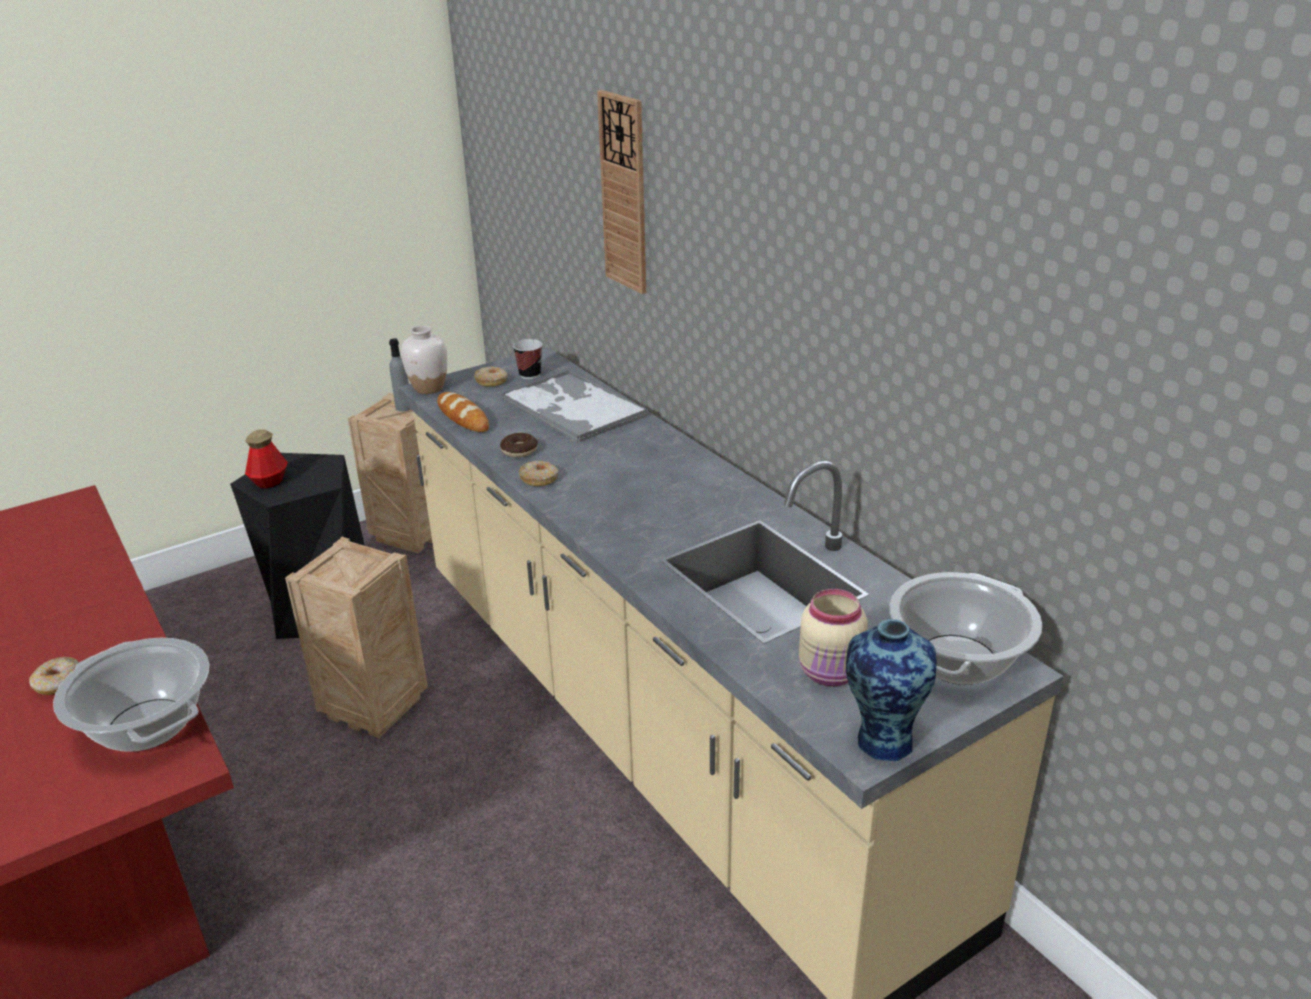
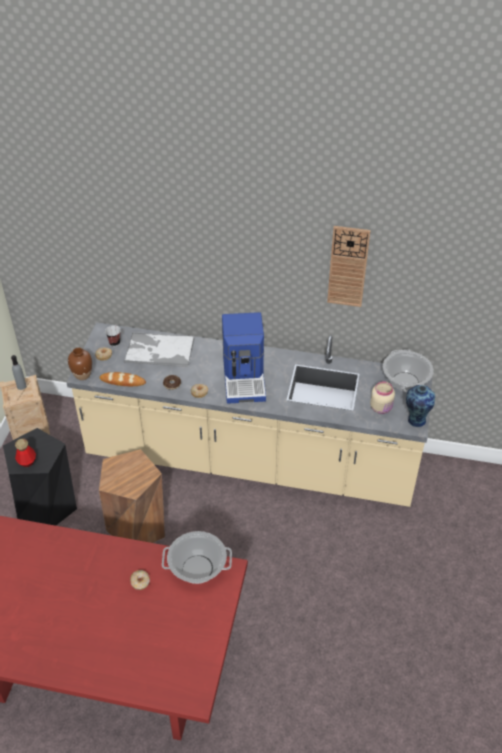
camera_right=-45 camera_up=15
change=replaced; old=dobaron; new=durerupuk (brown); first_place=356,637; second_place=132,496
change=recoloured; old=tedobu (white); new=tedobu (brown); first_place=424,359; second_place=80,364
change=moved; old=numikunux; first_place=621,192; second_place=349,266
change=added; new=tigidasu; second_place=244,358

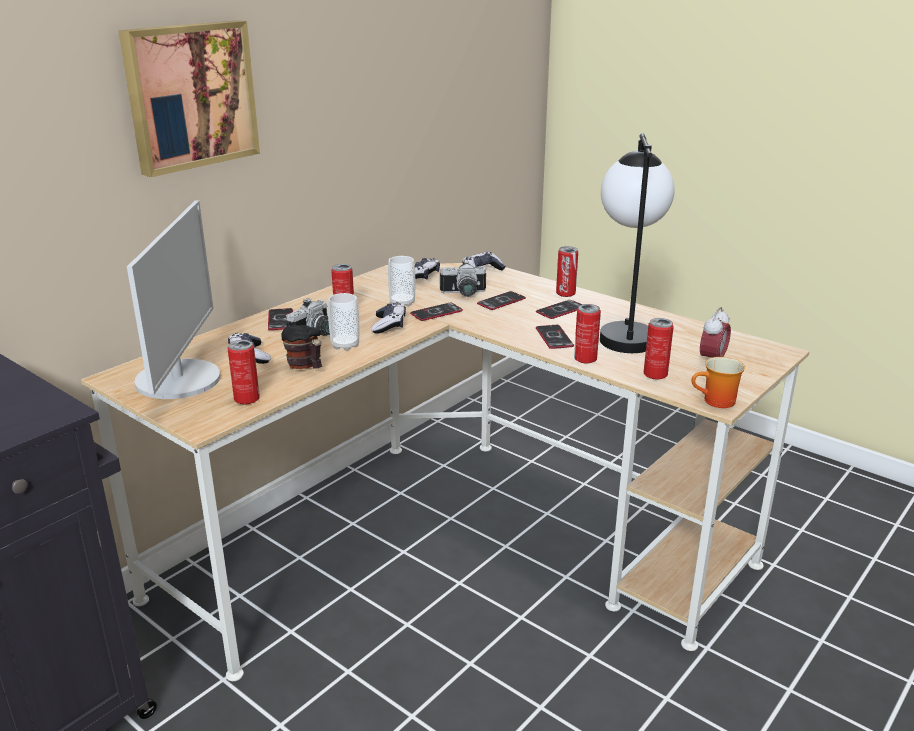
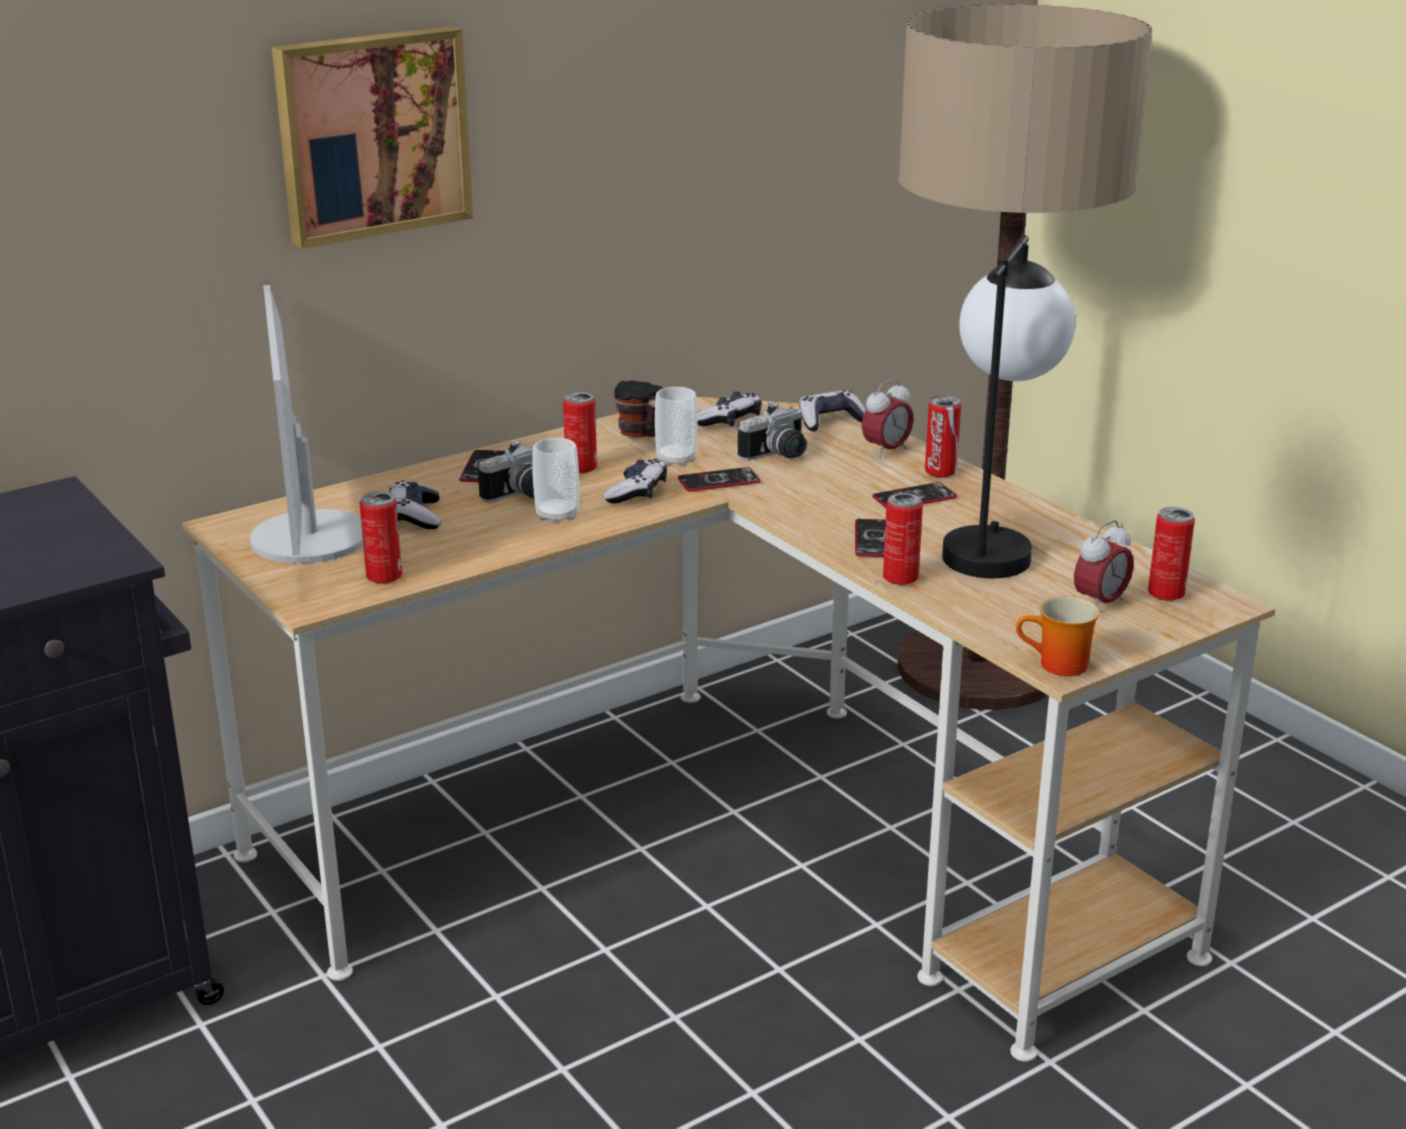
camera_right=15 camera_up=0
change=turned; old=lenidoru; first_place=173,300; second_place=306,424; degrees=150
change=moved; old=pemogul; first_place=301,347; second_place=638,408
change=turned; old=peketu; first_place=463,278; second_place=772,431; degrees=-45
change=removed; old=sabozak; first_place=501,300
change=moved; old=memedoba; first_place=659,348; second_place=1171,554
change=added; new=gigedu; second_place=888,419
change=added; new=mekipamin; second_place=1024,357

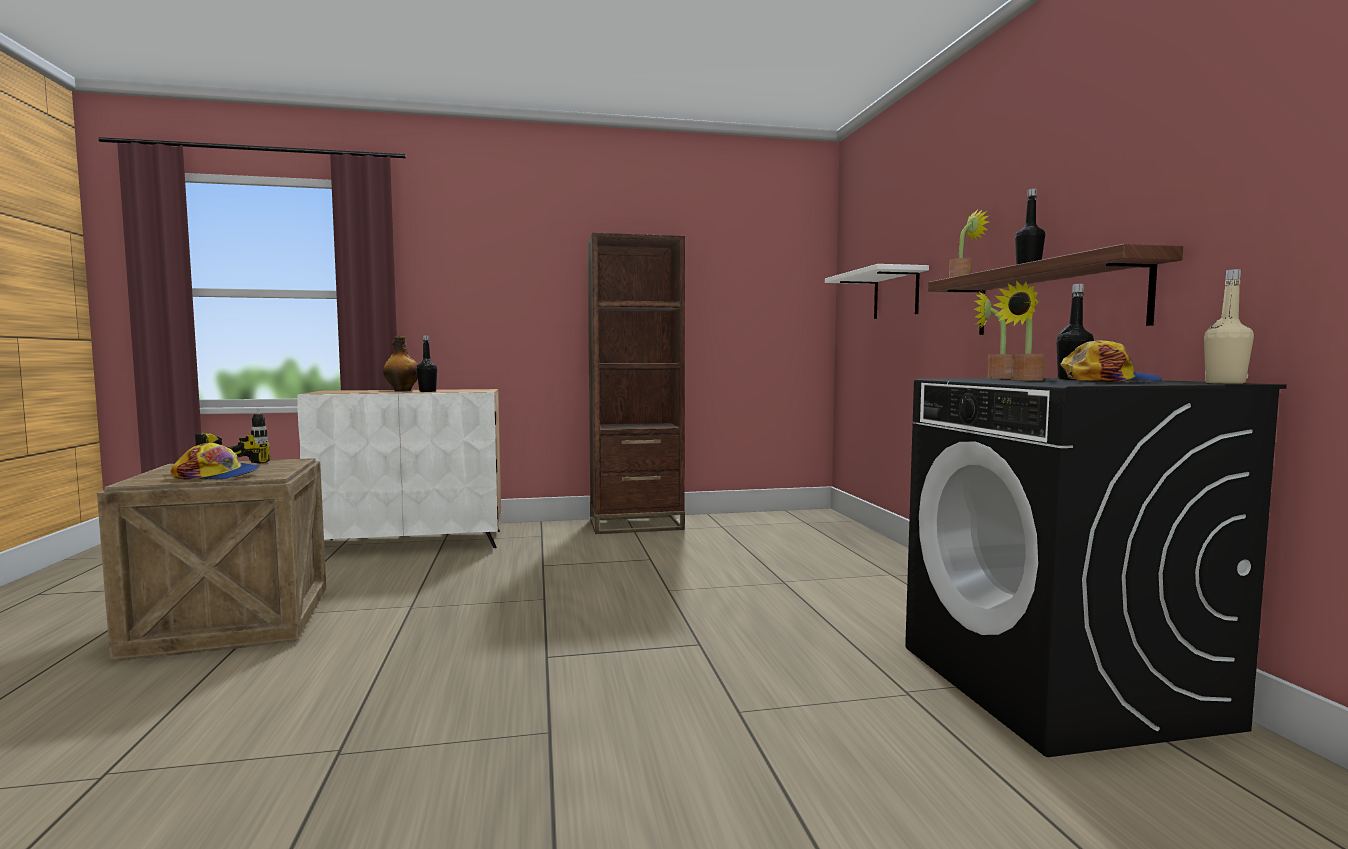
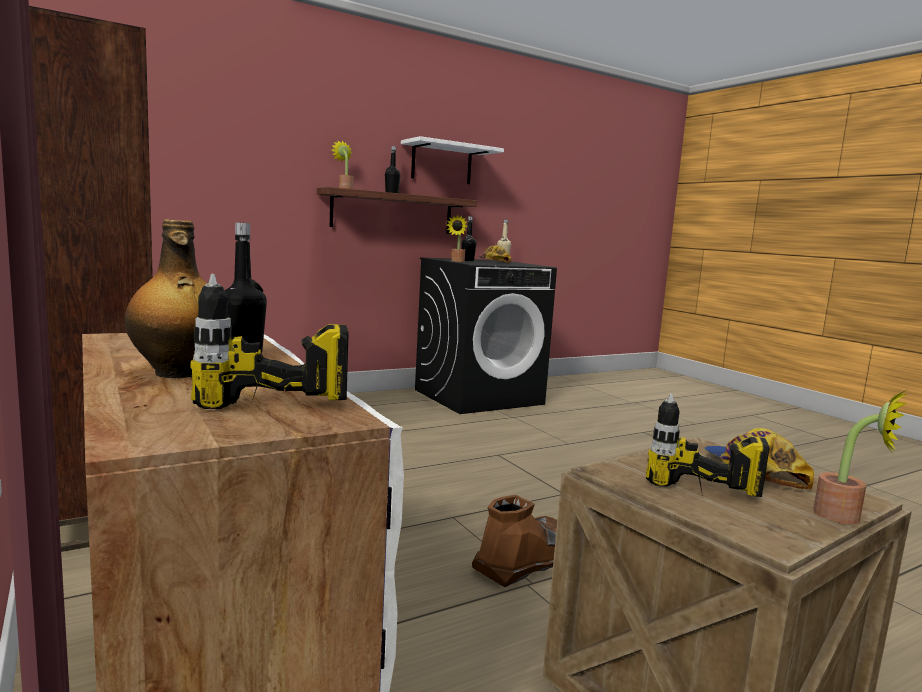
camera_right=-110 camera_up=5
change=moved; old=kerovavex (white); first_place=877,291; second_place=452,160
change=moved; old=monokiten; first_place=1019,330; second_place=860,456
change=added; new=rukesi; second_place=269,341
change=added; new=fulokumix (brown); second_place=514,541

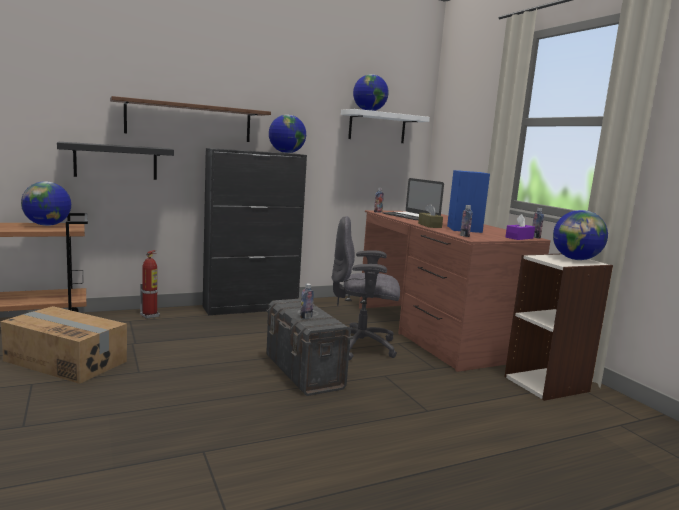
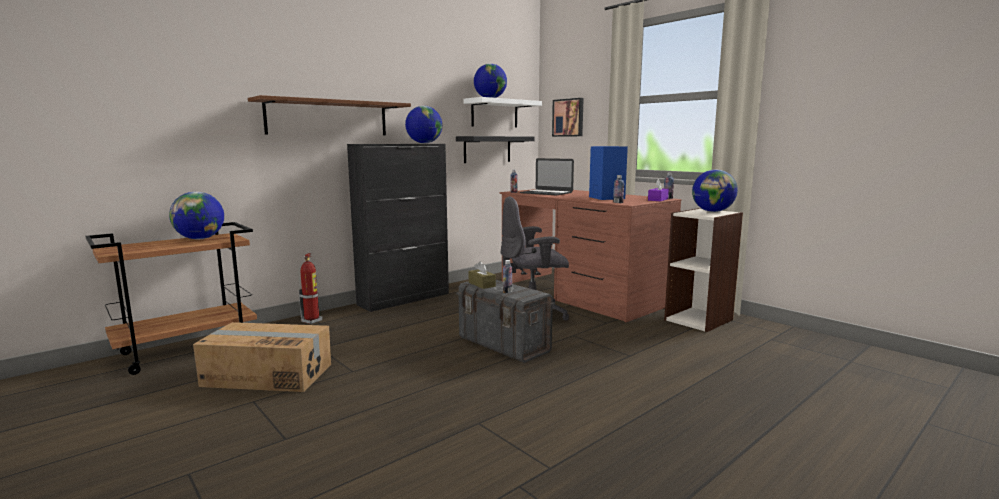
camera_right=-15 camera_up=0
change=moved; old=kerovavex (black); first_place=115,161; second_place=495,149
change=moved; old=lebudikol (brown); first_place=430,216; second_place=482,275
change=added; new=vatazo; second_place=568,117

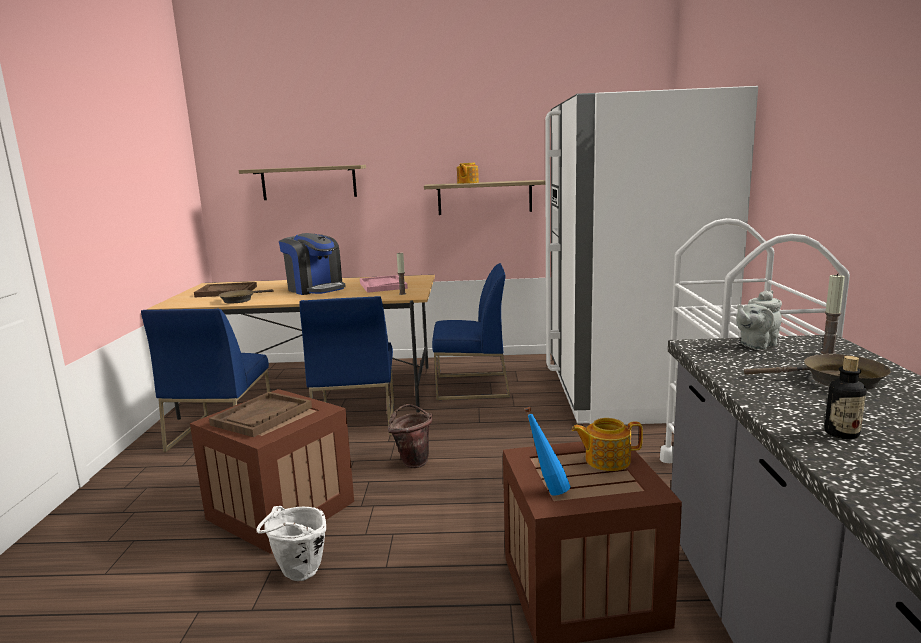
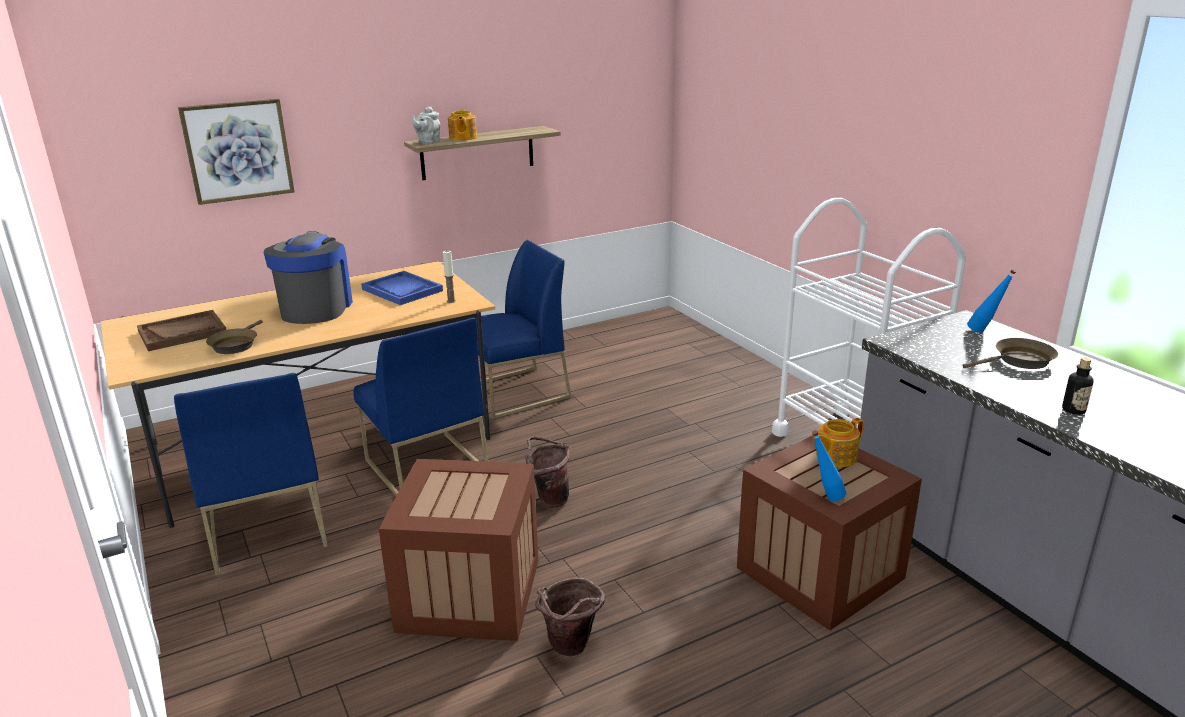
camera_right=-30 camera_up=10
change=removed; old=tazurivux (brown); first_place=260,414
change=replaced; old=kerovavex; new=vatazo; first_place=302,182; second_place=236,152
change=recoloured; old=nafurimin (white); new=nafurimin (brown); first_place=291,543; second_place=570,616
change=turned; old=tigidasu; first_place=312,264; second_place=308,277; degrees=-105
change=recoloured; old=tazurivux (pink); new=tazurivux (blue); first_place=384,284; second_place=402,288
change=removed; old=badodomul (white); first_place=651,255
change=moved; old=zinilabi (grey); first_place=759,320; second_place=426,125
change=replaced; old=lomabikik; new=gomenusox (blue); first_place=832,313; second_place=992,301

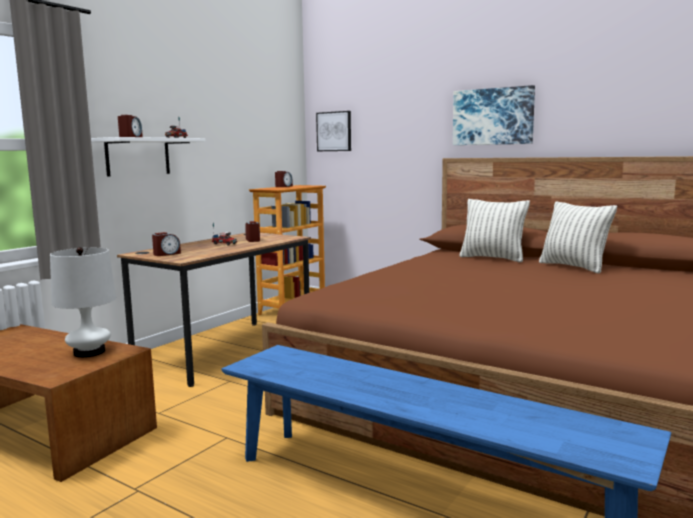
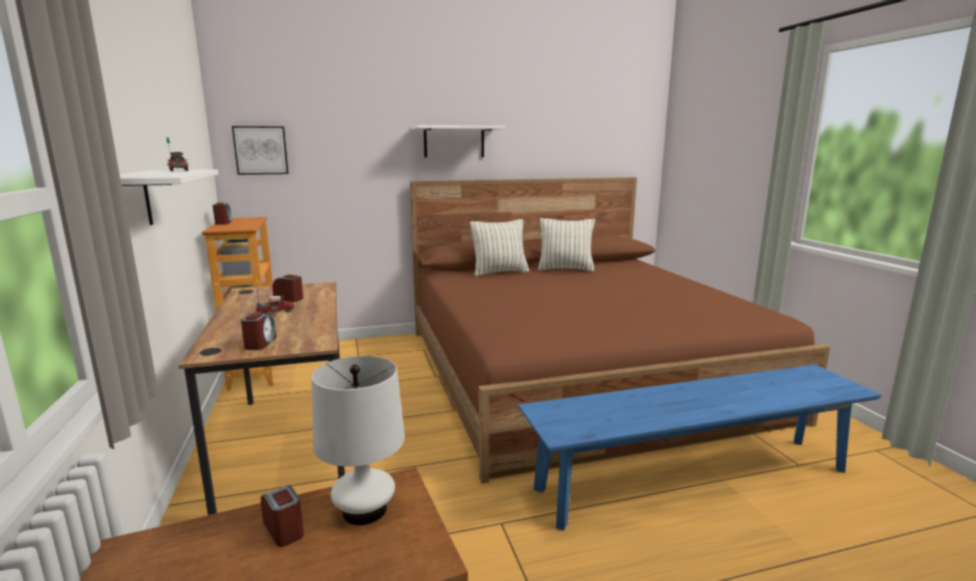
camera_right=-50 camera_up=5
change=moved; old=gigedu; first_place=130,126; second_place=282,516
change=replaced; old=vatazo; new=kerovavex (white); first_place=494,115; second_place=458,141

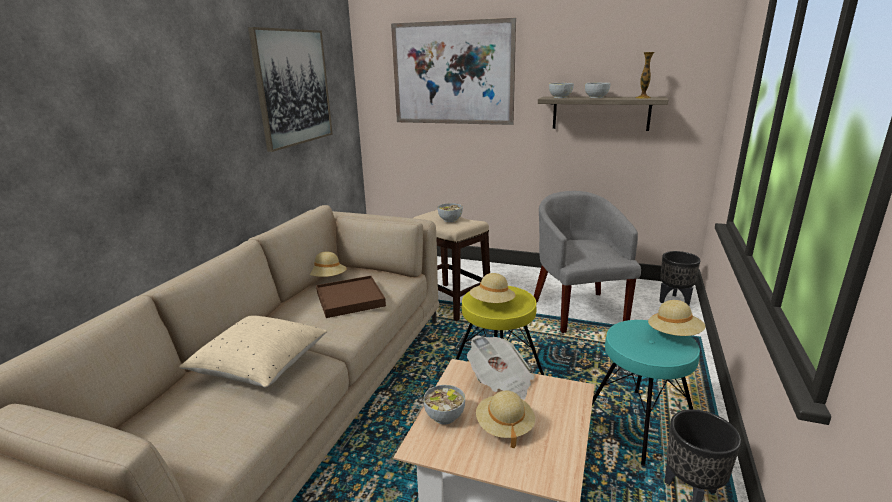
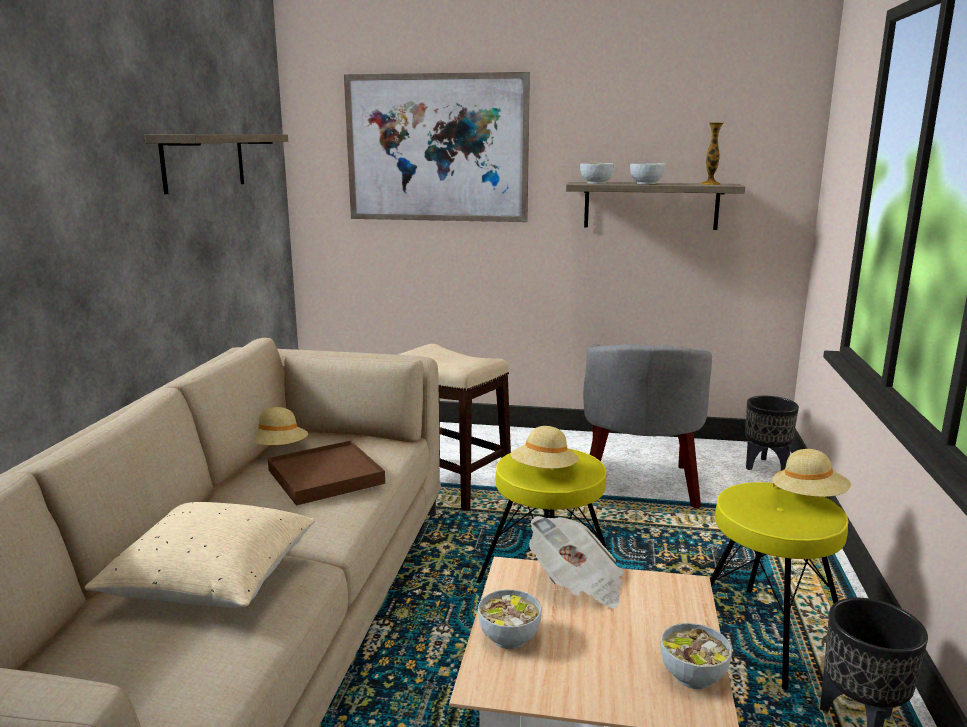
camera_right=-10 camera_up=-5
change=replaced; old=vatazo; new=kerovavex; first_place=290,89; second_place=216,164
change=moved; old=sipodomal; first_place=450,212; second_place=696,656
change=removed; old=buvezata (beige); first_place=505,419
change=turned; old=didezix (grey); first_place=587,262; second_place=647,426; degrees=-150
change=recoloured; old=durerupuk (turquoise); new=durerupuk (yellow); first_place=646,393; second_place=779,586

